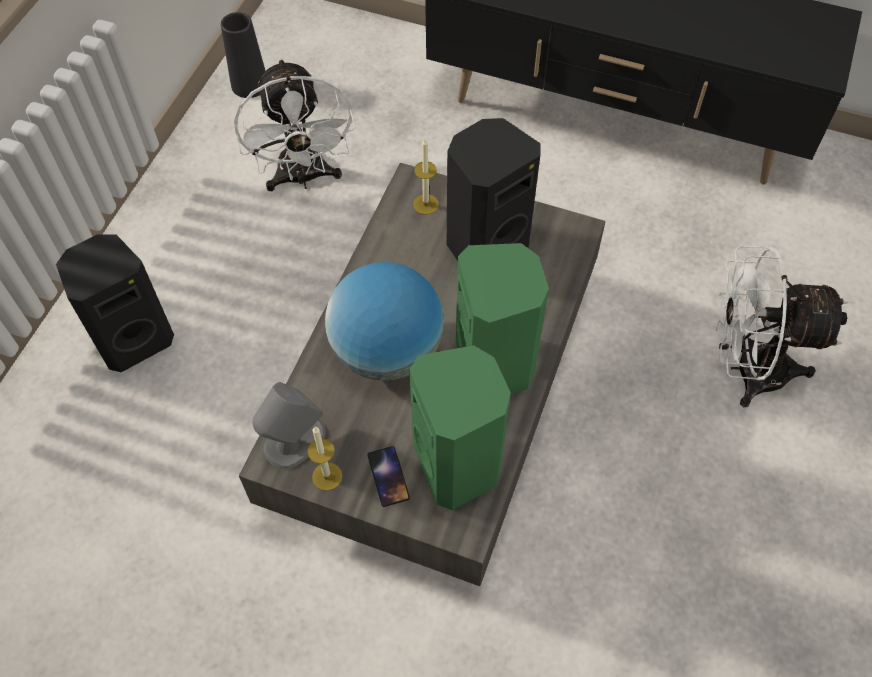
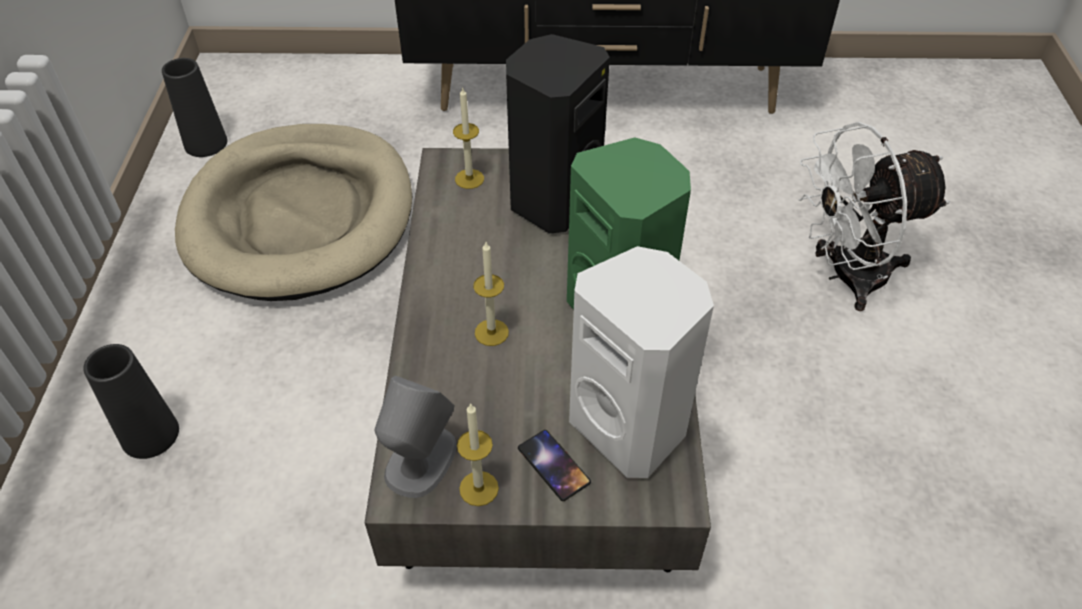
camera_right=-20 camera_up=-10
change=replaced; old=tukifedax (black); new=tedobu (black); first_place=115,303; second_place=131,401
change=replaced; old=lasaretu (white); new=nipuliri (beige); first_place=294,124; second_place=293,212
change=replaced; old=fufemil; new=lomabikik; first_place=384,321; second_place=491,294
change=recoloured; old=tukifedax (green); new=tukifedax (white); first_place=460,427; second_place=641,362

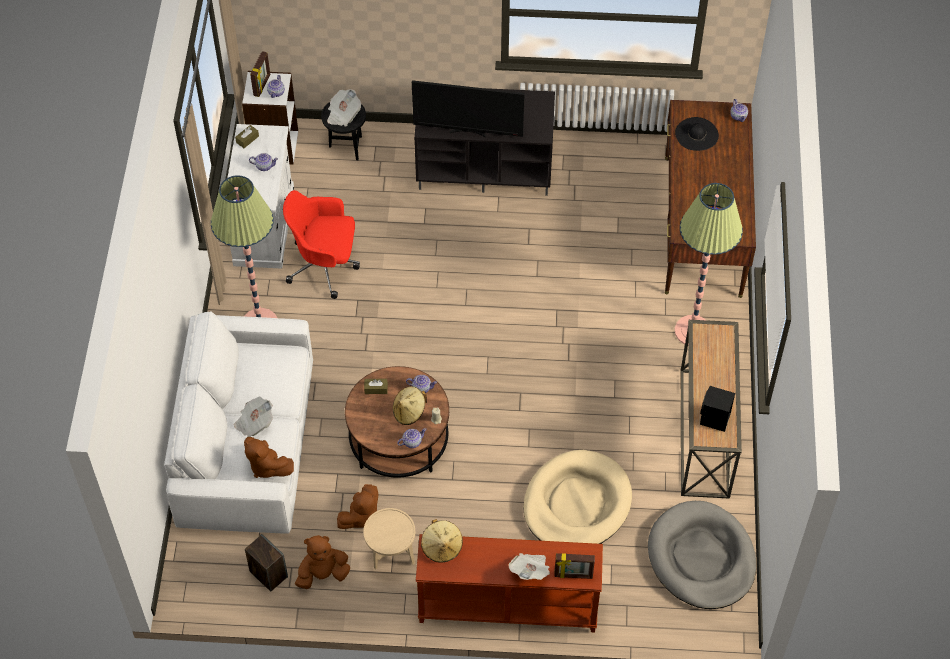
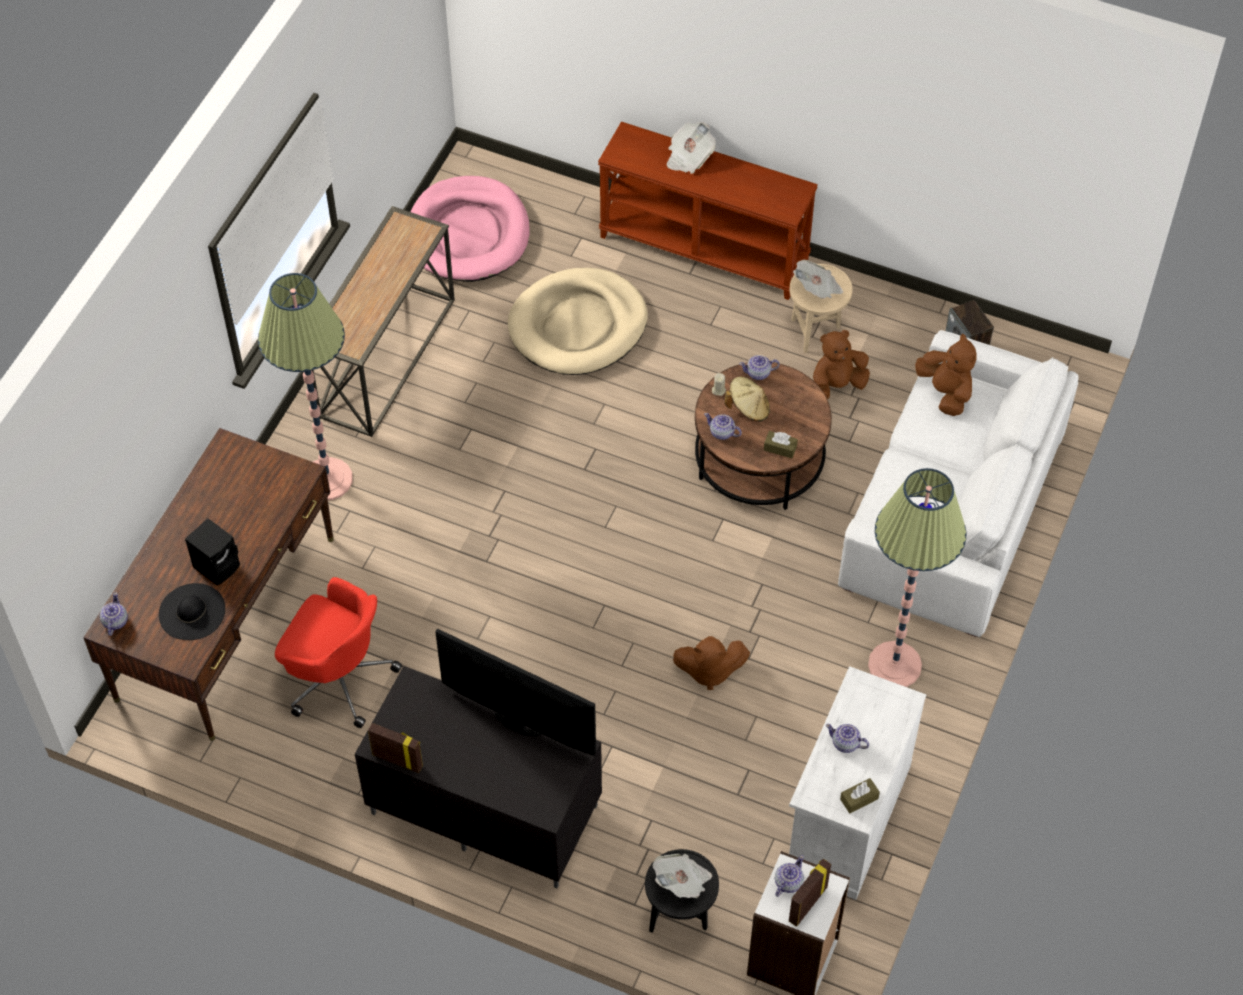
camera_right=-160 camera_up=0
change=moved; old=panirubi; first_place=253,417; second_place=818,279
change=moved; old=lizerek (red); first_place=321,244; second_place=338,652
change=moved; old=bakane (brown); first_place=323,562; second_place=711,663
change=removed; old=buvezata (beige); first_place=442,540
change=moved; old=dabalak; first_place=574,566; second_place=395,748
change=recoloured; old=nipuliri (grey); new=nipuliri (pink); first_place=702,555; second_place=470,229
change=moved; old=tukifedax (black); first_place=717,409; second_place=212,552

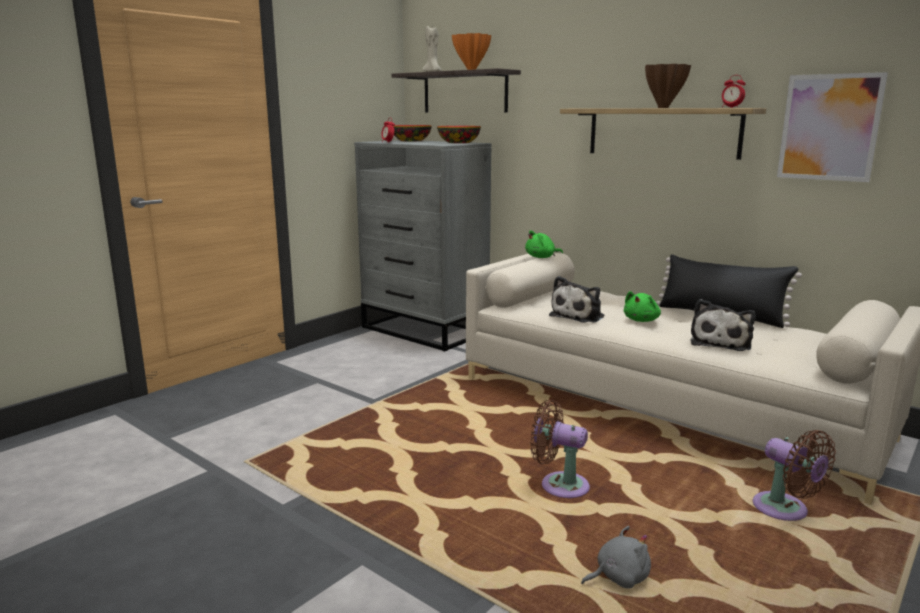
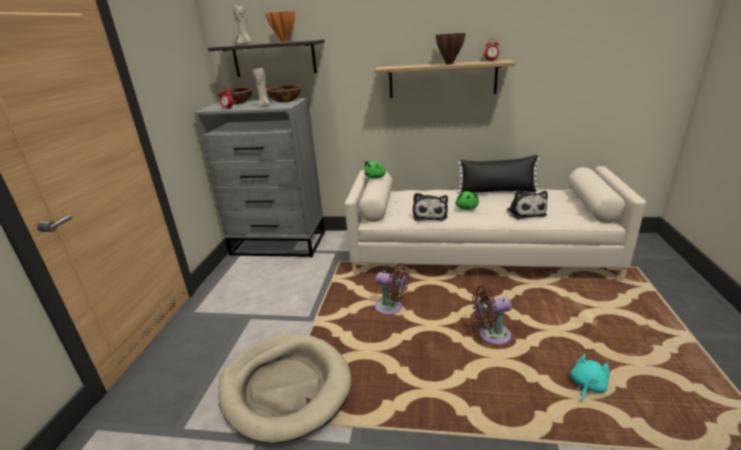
camera_right=-30 camera_up=10
change=recoloured; old=bakane (grey); new=bakane (turquoise); first_place=616,557; second_place=590,378
change=moved; old=lasaretu (brown); first_place=794,475; second_place=392,289
change=removed; old=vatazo; first_place=832,127
change=added; new=nipuliri (beige); second_place=284,388
change=added; new=lomabikik (beige); second_place=261,87

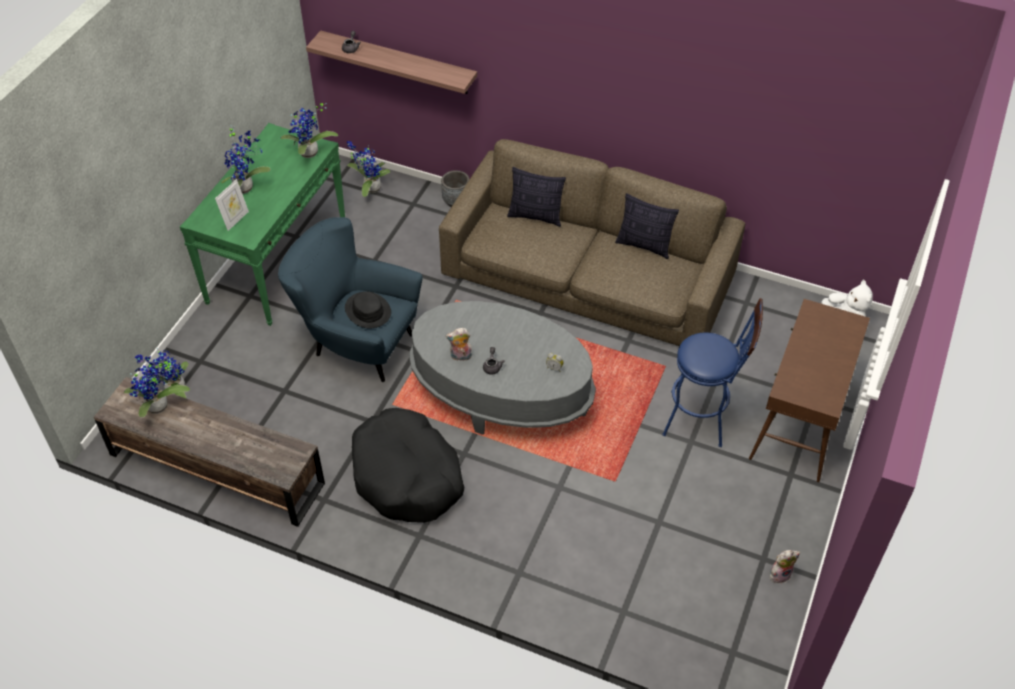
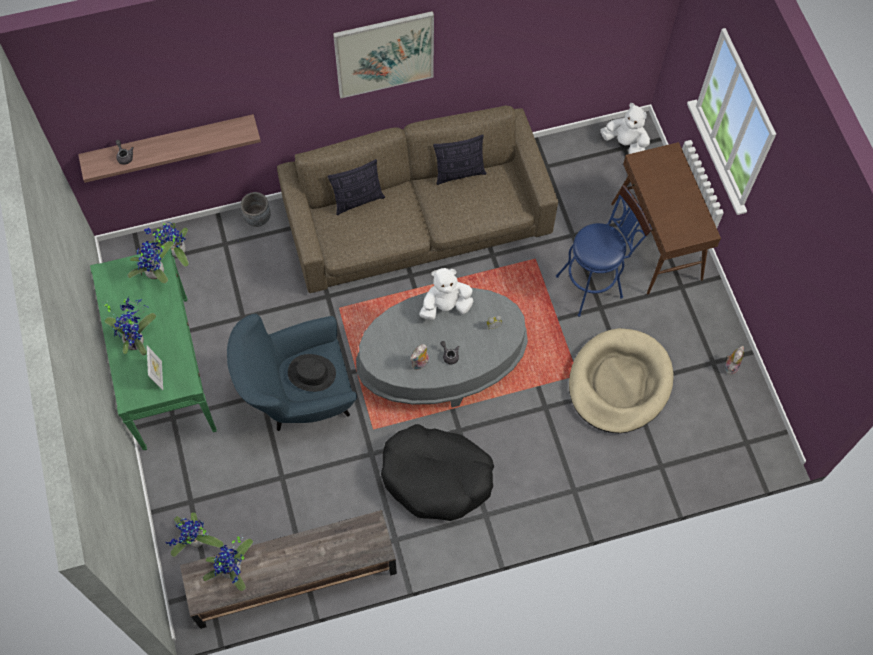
camera_right=-40 camera_up=15
change=added; new=vatazo; second_place=383,54
change=added; new=bakane (white); second_place=446,294
change=added; new=nipuliri (beige); second_place=621,380

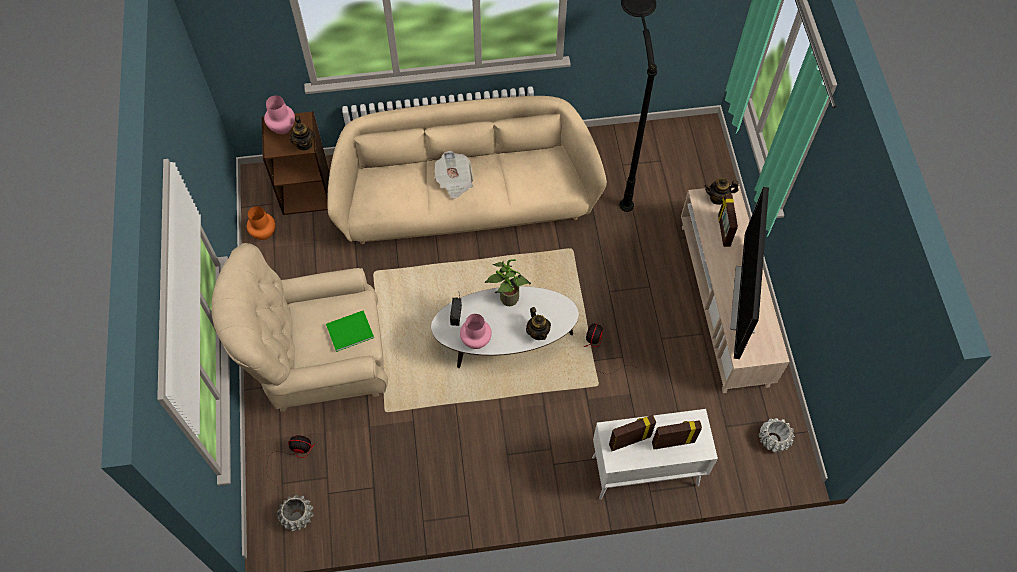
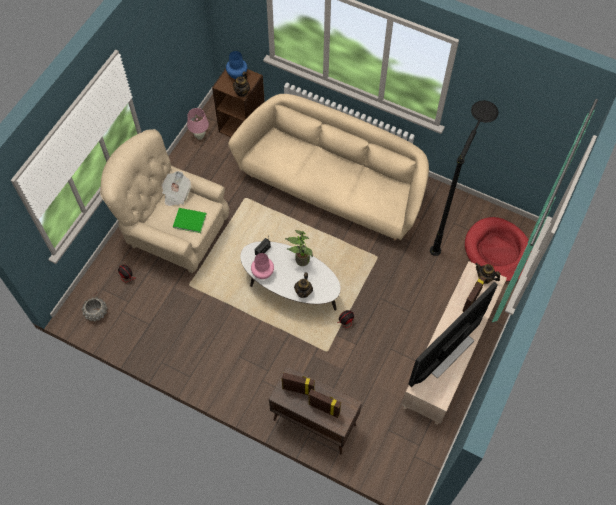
camera_right=35 camera_up=0
change=replaced; old=tedobu (orange); new=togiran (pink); first_place=261,223; second_place=198,124
change=recoloured; old=tedobu (pink); new=tedobu (blue); first_place=279,114; second_place=236,65
change=moved; old=panirubi; first_place=454,175; second_place=176,188
change=recoloured; old=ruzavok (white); new=ruzavok (brown); first_place=655,454; second_place=315,410
change=removed; old=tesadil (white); first_place=777,435
change=added; new=nipuliri (red); second_place=497,249

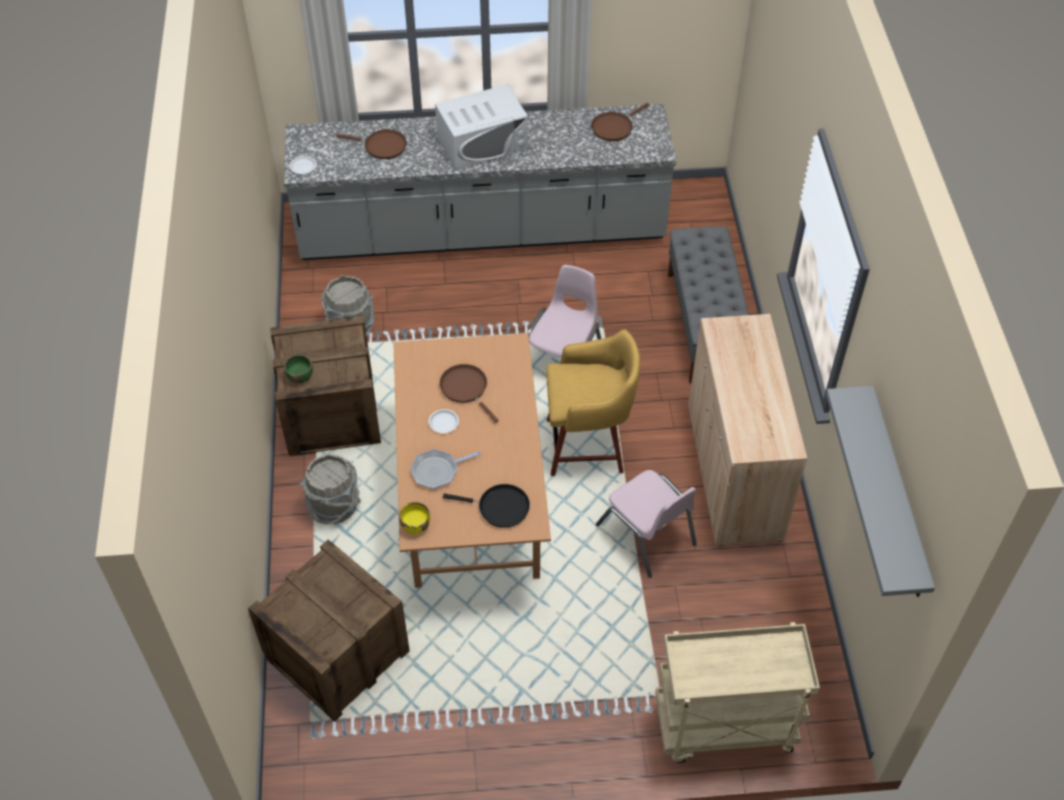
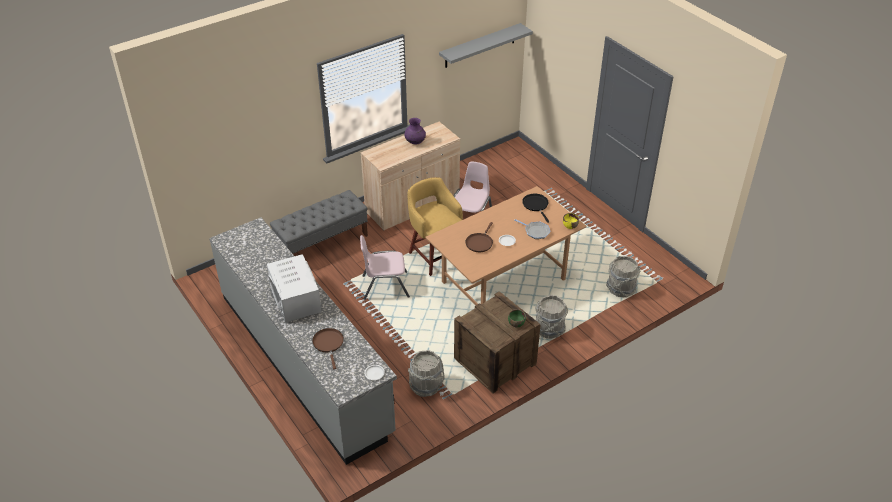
camera_right=-120 camera_up=-10
change=replaced; old=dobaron; new=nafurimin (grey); first_place=329,630; second_place=623,277
change=turned; old=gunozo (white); first_place=481,127; second_place=294,288; degrees=-150
change=removed; old=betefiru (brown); first_place=620,122
change=removed; old=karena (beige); first_place=737,692
change=added; new=tedobu (purple); second_place=415,131

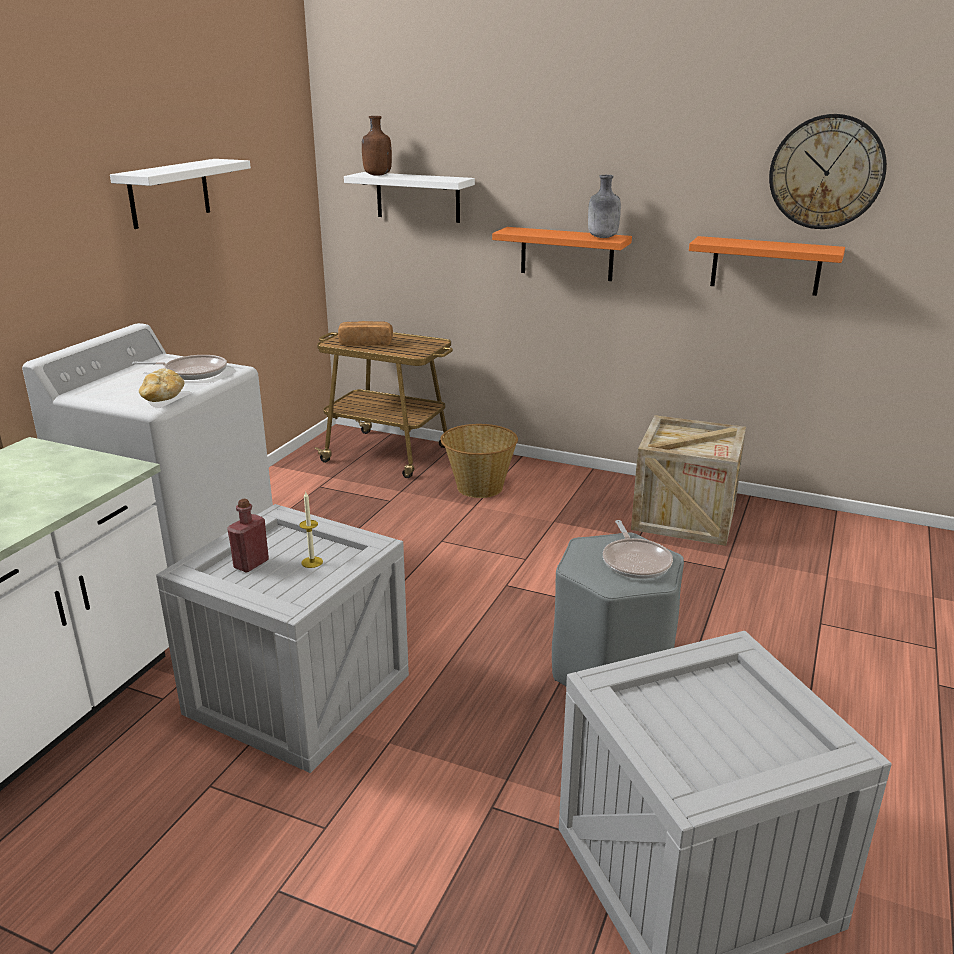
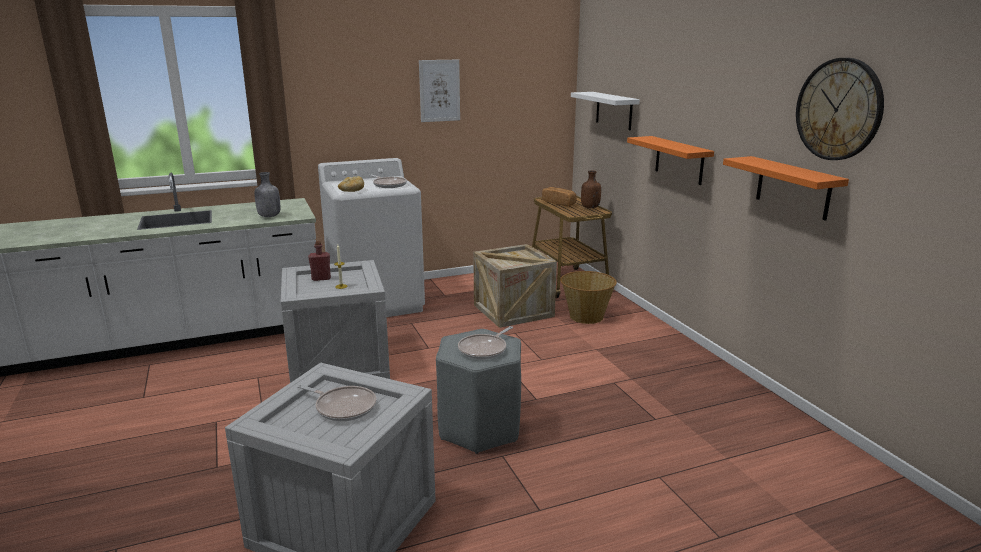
camera_right=45 camera_up=-5
change=replaced; old=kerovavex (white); new=vatazo; first_place=180,194; second_place=439,91
change=moved; old=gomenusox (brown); first_place=377,146; second_place=591,189
change=moved; old=gomenusox (grey); first_place=604,206; second_place=267,194
change=moved; old=dobaron; first_place=688,480; second_place=515,286
change=added; new=betefiru; second_place=336,403

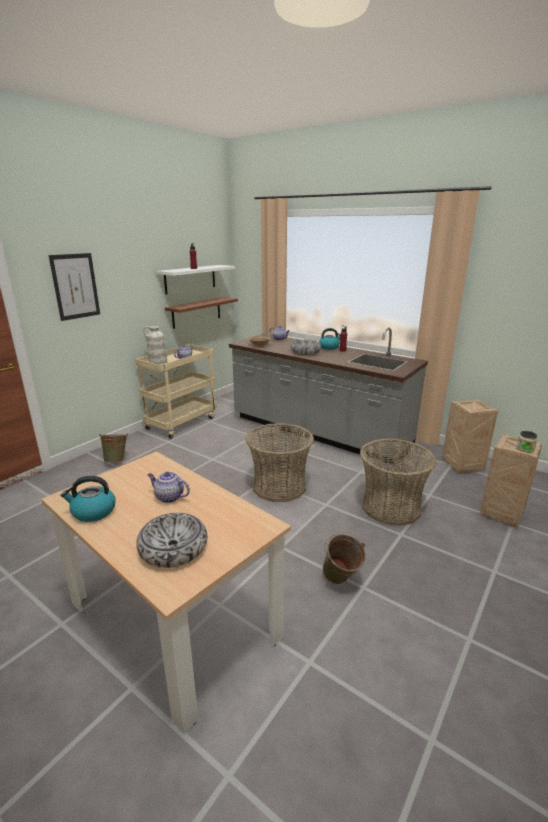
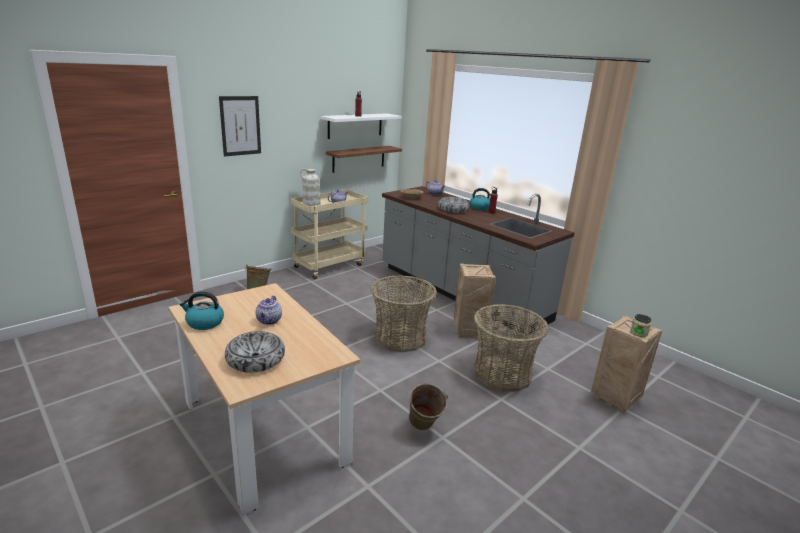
camera_right=10 camera_up=0
change=turned; old=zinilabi; first_place=169,487; second_place=268,310; degrees=-120
change=moved; old=dobaron; first_place=470,436; second_place=474,300

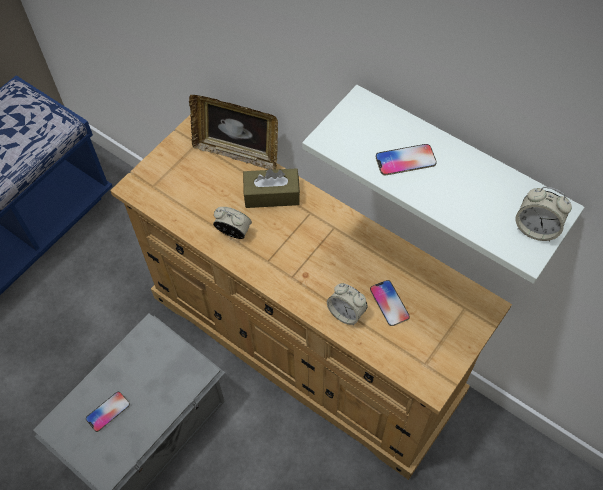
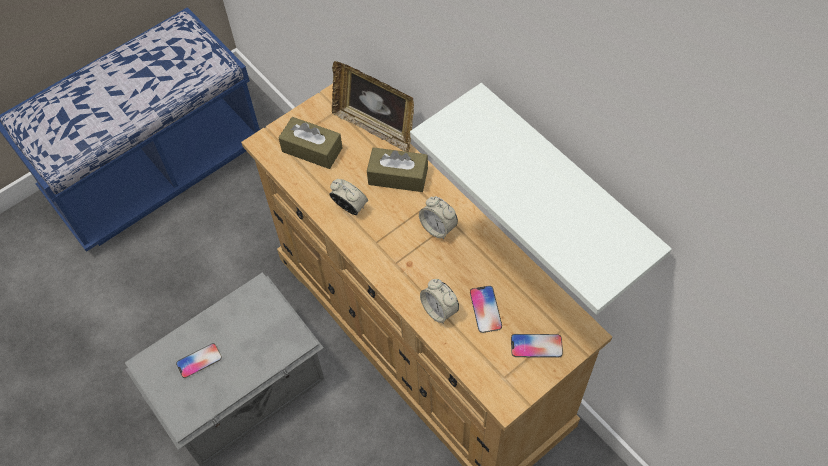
camera_right=15 camera_up=0
change=moved; old=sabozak; first_place=406,159; second_place=537,346
change=moved; old=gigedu; first_place=544,214; second_place=438,217
change=added; new=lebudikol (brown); second_place=310,143

